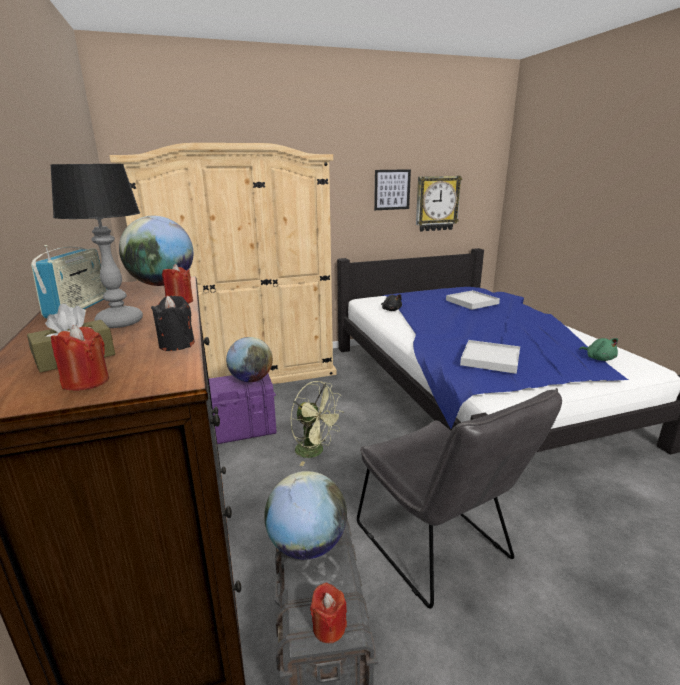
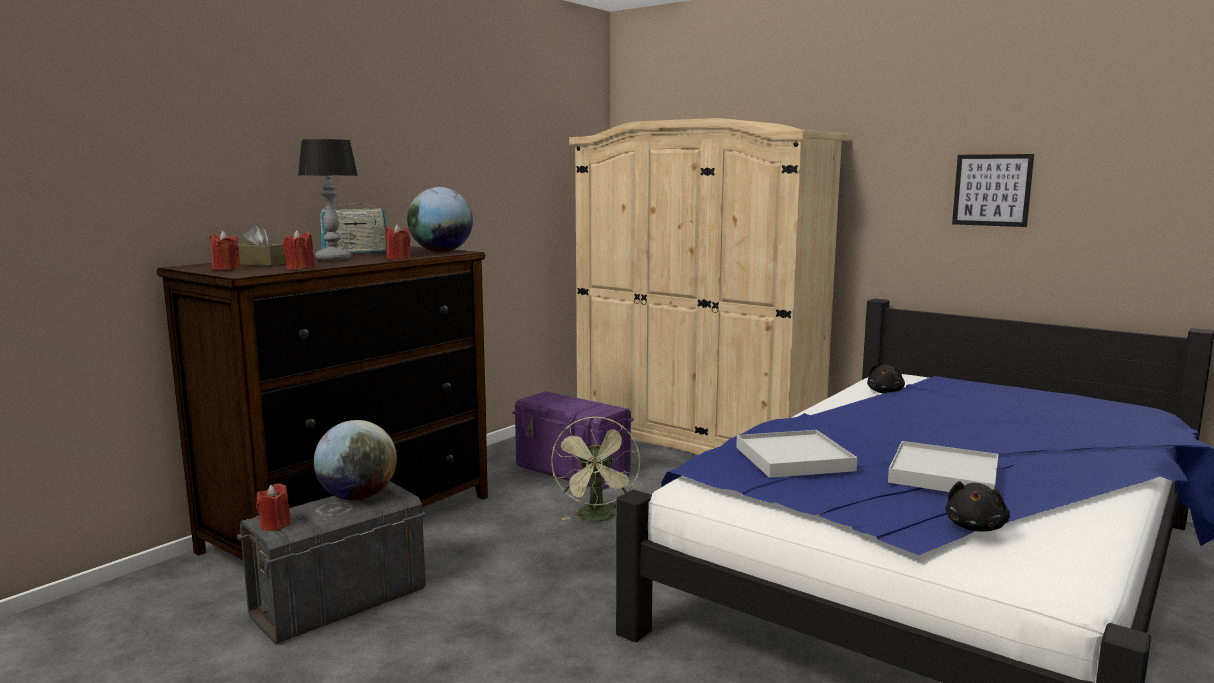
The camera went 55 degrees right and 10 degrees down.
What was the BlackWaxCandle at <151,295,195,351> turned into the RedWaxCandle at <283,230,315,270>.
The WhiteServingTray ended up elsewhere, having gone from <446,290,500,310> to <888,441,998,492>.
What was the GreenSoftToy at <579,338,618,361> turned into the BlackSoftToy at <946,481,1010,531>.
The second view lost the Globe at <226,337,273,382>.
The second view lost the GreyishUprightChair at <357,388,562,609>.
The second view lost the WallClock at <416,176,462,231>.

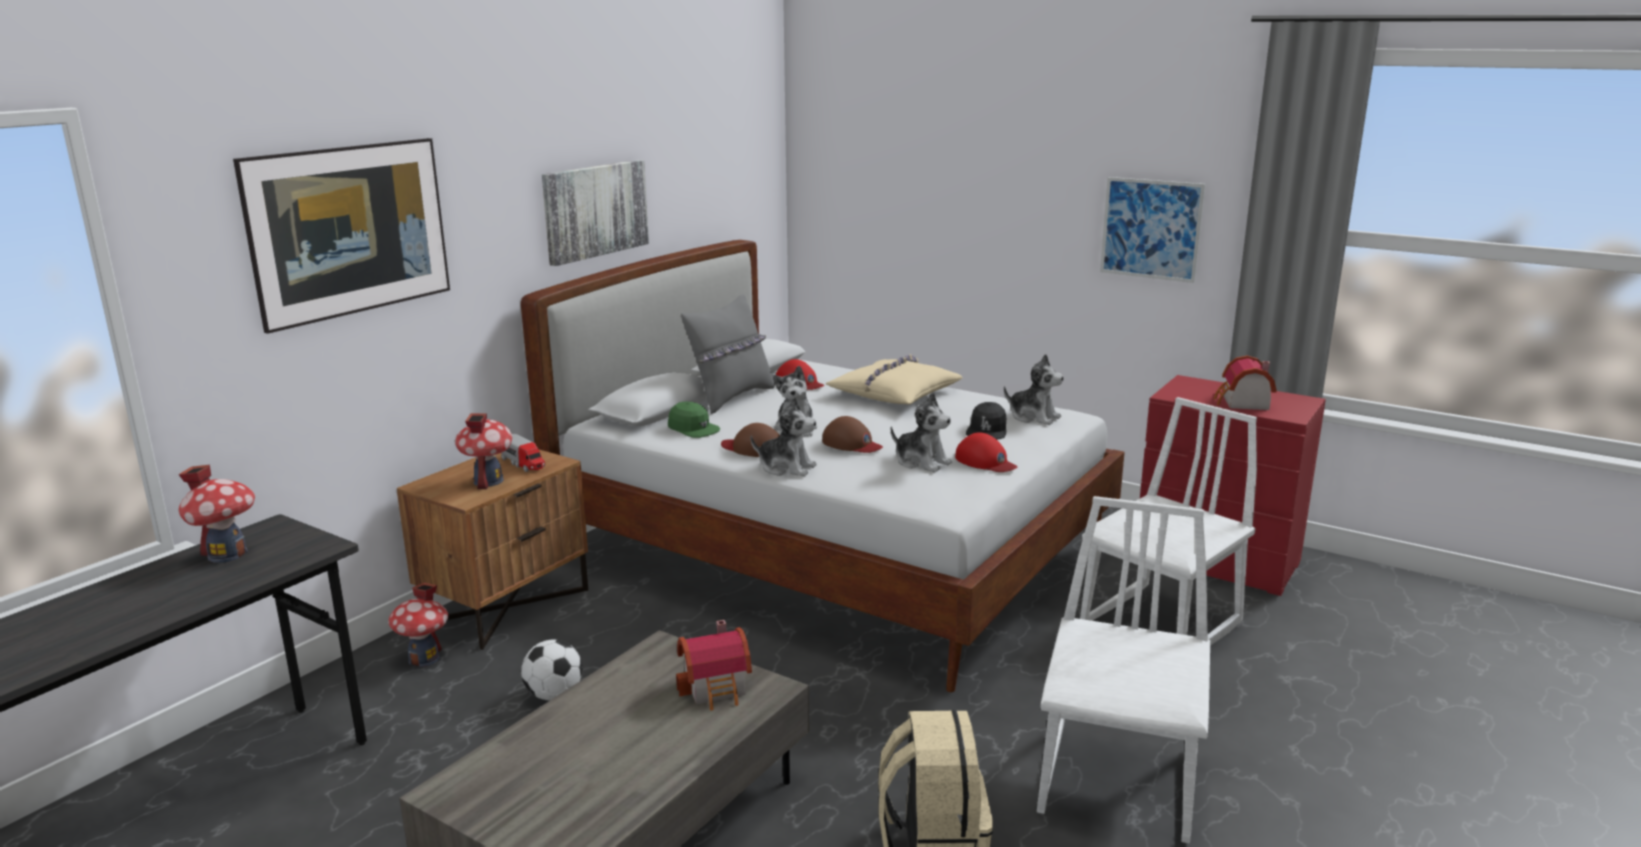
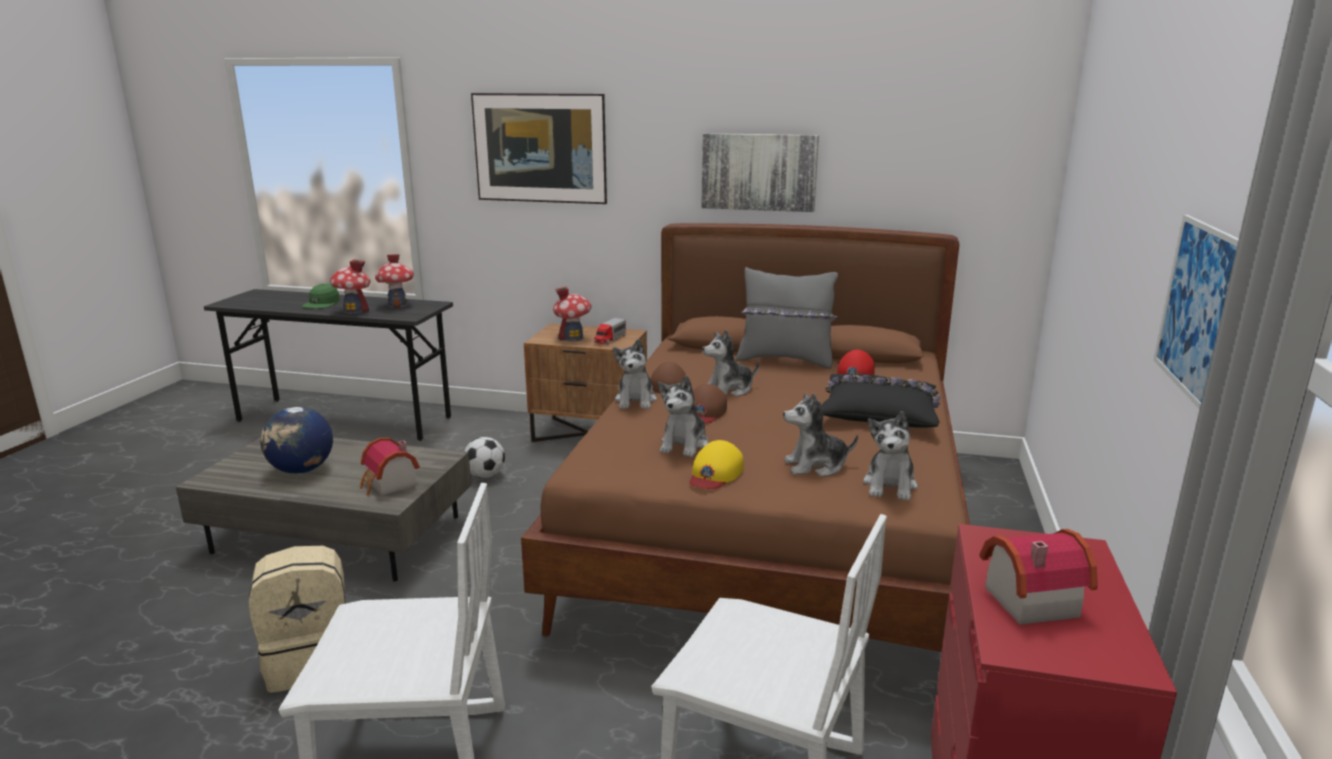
The camera went 70 degrees right and 0 degrees up.
The second view gained the Globe at <261,407,333,474>.
The GreenBaseballCap ended up elsewhere, having gone from <668,402,720,438> to <302,284,340,309>.
The ToyHouse ended up elsewhere, having gone from <388,583,448,667> to <330,259,370,314>.
What was the WhiteBedroomBed at <521,240,1125,692> turned into the BrownColouredBedroomBed at <521,223,970,652>.
What was the RedBaseballCap at <955,432,1017,472> turned into the YellowishBaseballCap at <689,440,744,489>.
Where the BlackBaseballCap stood at <966,402,1006,440>, the SoftToy came to stand at <783,393,858,477>.
What was the BeigeColouredPillow at <825,354,963,404> turned into the BlackPillow at <822,374,940,428>.

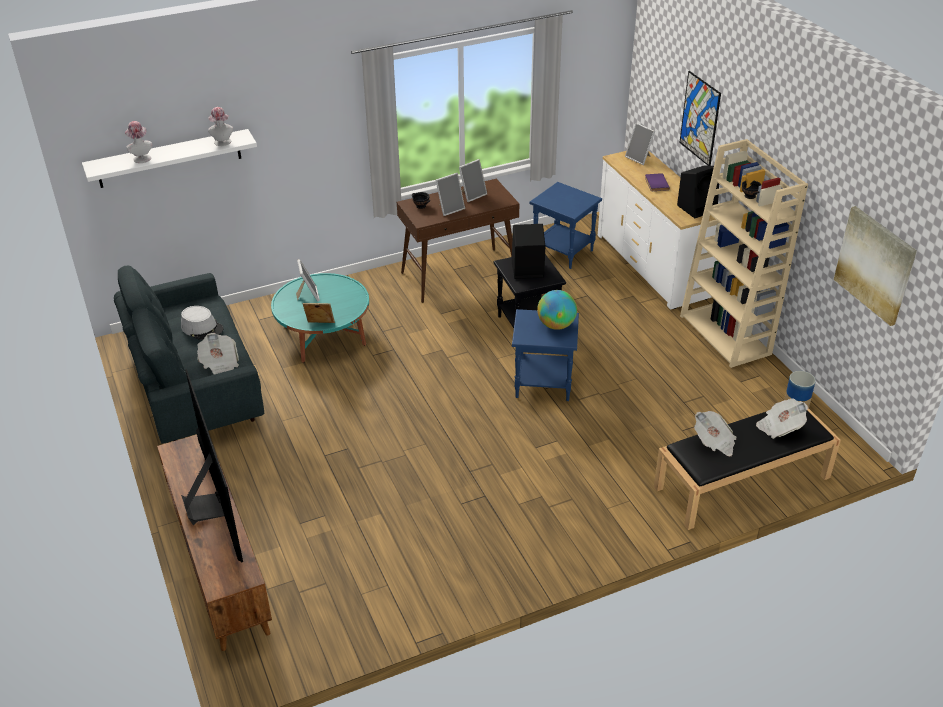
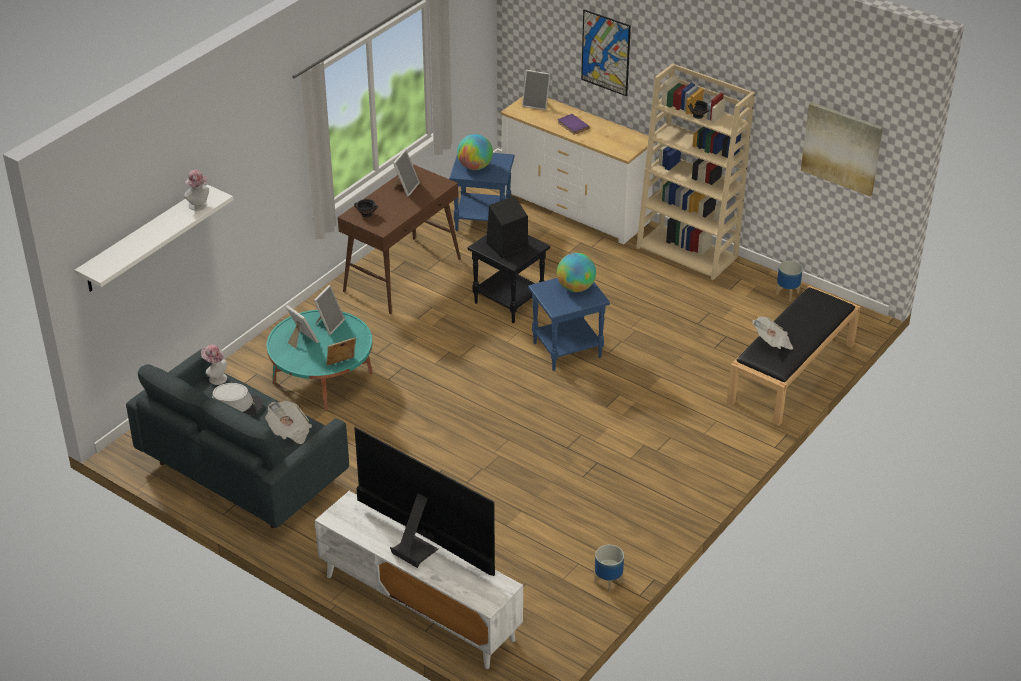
The camera went 30 degrees left and 0 degrees up.
The ClothingHat ended up elsewhere, having gone from <125,121,152,163> to <201,345,227,385>.
The PhotoFrame ended up elsewhere, having gone from <436,173,465,216> to <314,285,345,335>.
What was the BrownColouredMediaConsole at <157,435,272,651> turned into the WhiteMediaConsole at <315,491,523,669>.
The second view gained the Globe at <457,134,493,170>.
The second view gained the FlowerPot at <594,545,624,593>.
The second view lost the BlackAudioSpeaker at <677,166,719,218>.
The second view lost the Newspaper at <756,398,808,439>.

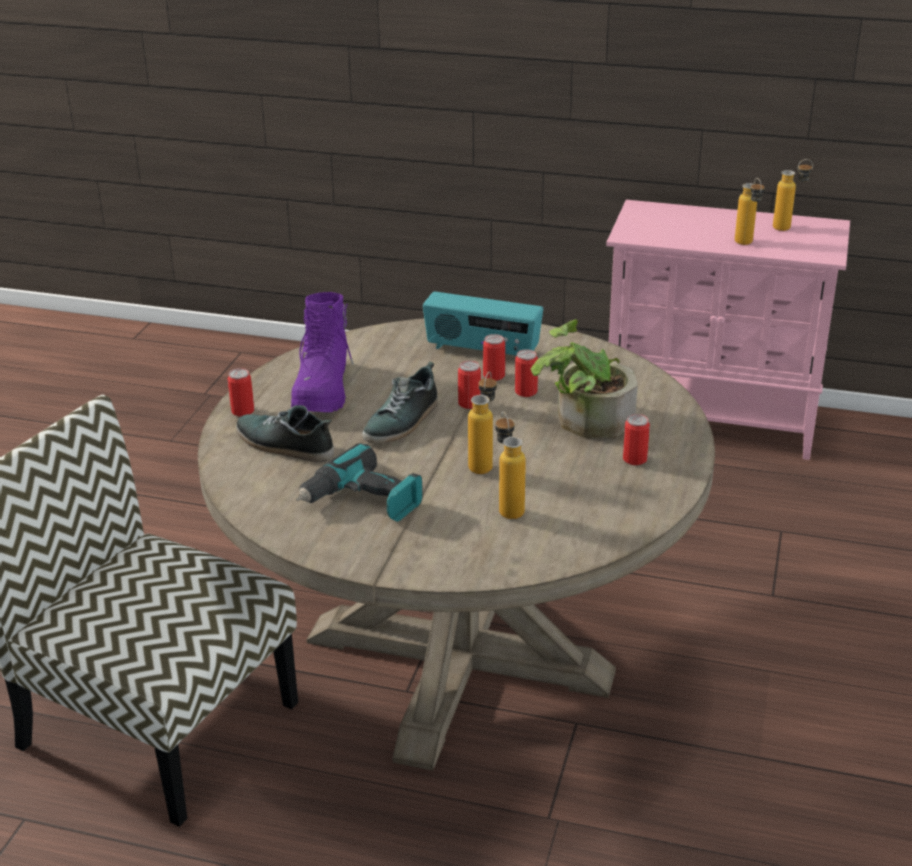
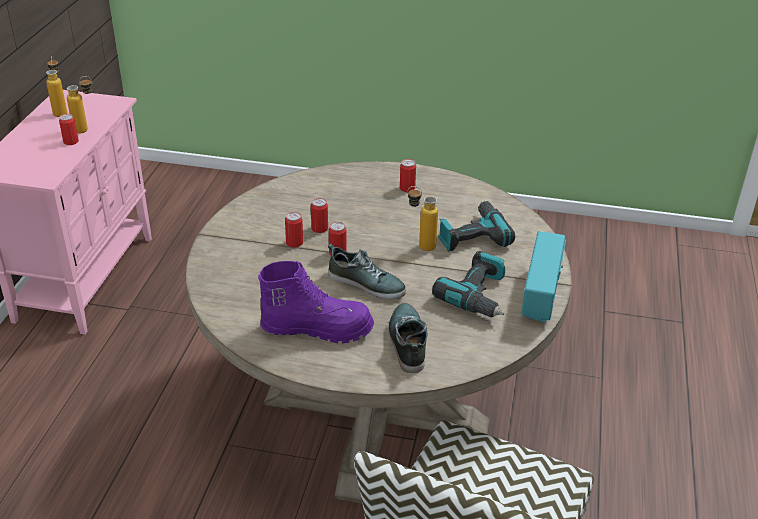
The camera went 95 degrees left and 5 degrees up.
The SealedCan ended up elsewhere, having gone from <228,368,254,416> to <59,114,79,145>.
The ItemOfFootwear at <236,405,334,463> ended up facing another way, 150 degrees clockwise from before.
Where the DrinkBottle stood at <495,412,526,519>, the Drill came to stand at <438,201,515,251>.
The RadioSet ended up elsewhere, having gone from <423,292,543,355> to <521,231,566,322>.
The second view lost the Houseplant at <531,319,638,439>.

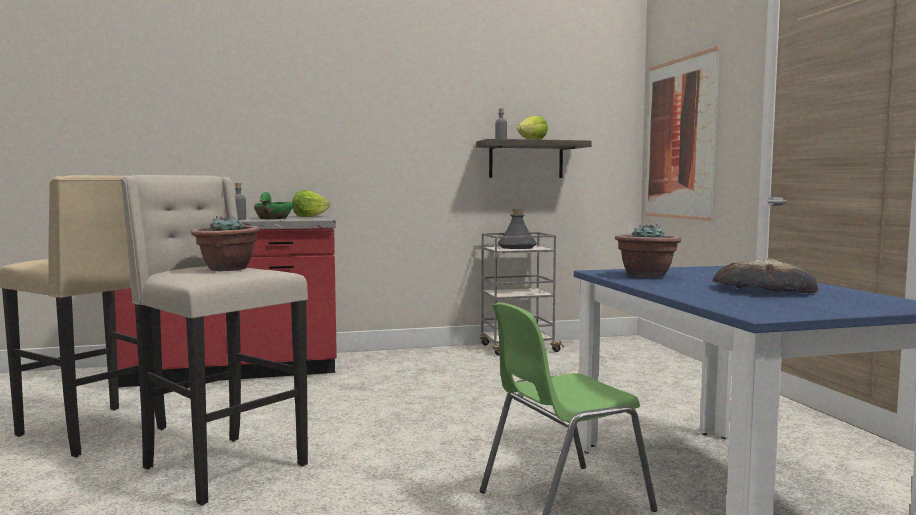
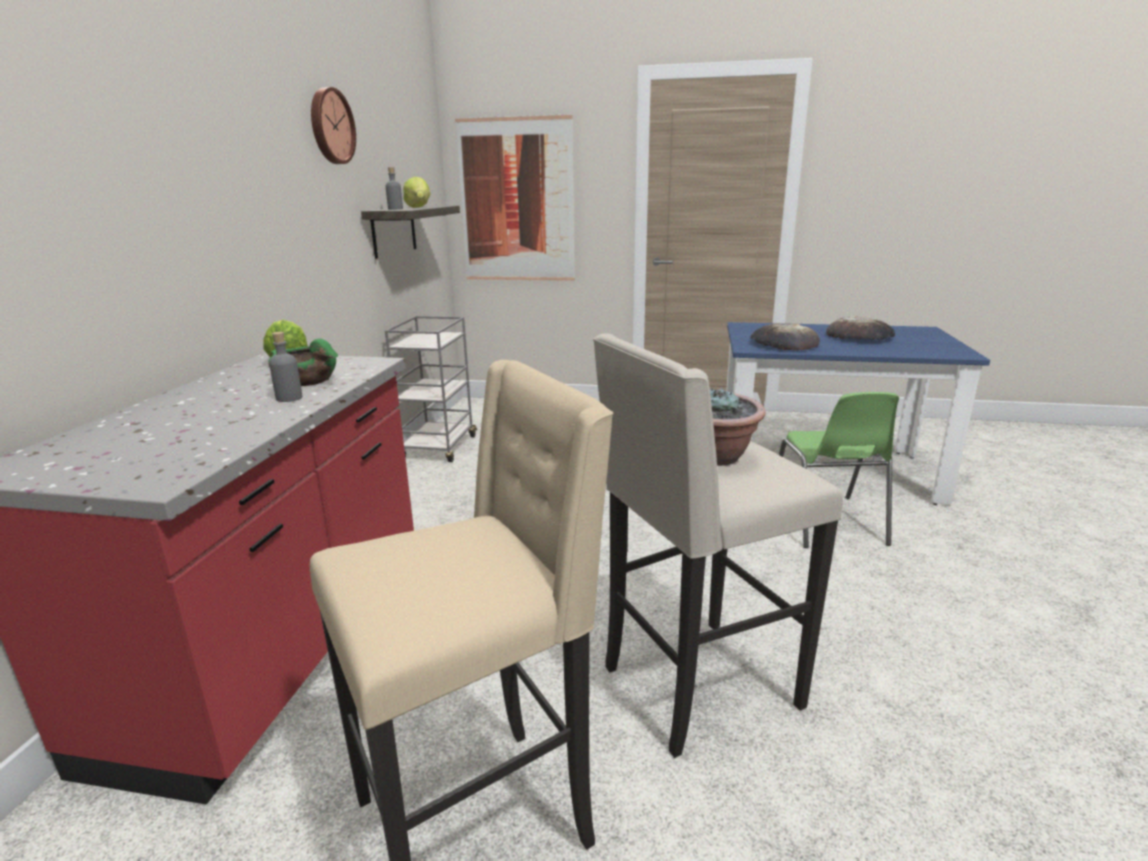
The camera went 65 degrees left and 15 degrees up.
The second view gained the WallClock at <311,87,356,164>.
Where the Houseplant stood at <615,224,682,278>, the BakeryBread came to stand at <751,323,820,350>.
The second view lost the GreyishDrinkBottle at <498,209,537,249>.

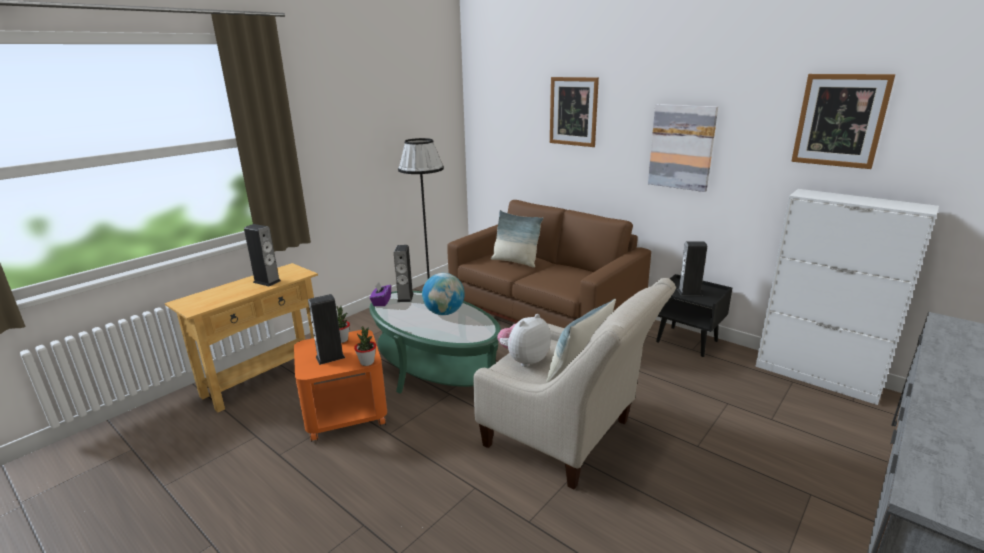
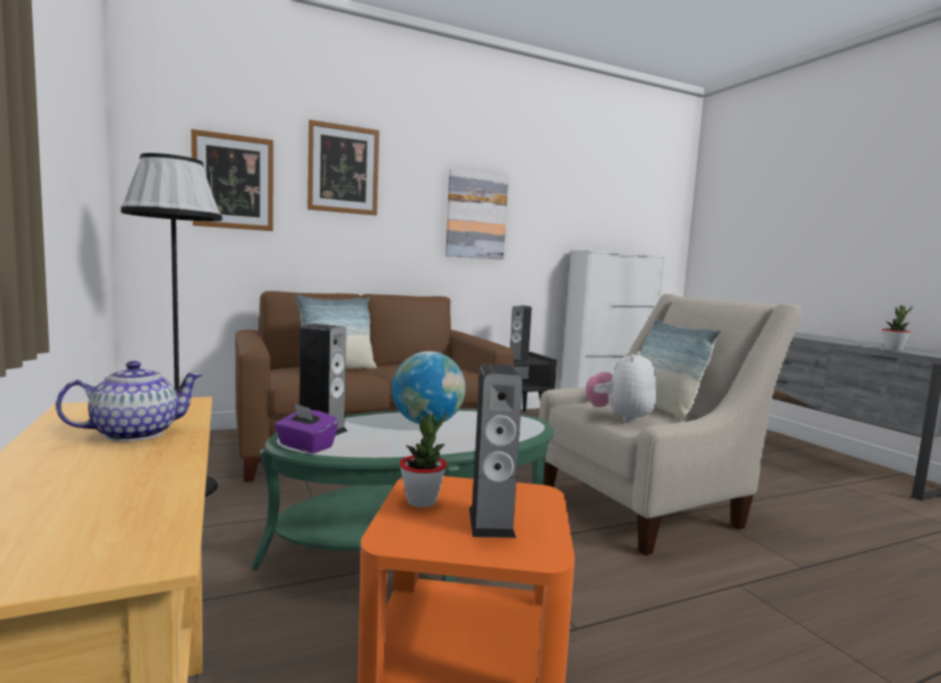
The camera went 65 degrees left and 15 degrees down.
Where the AudioSpeaker stood at <244,224,281,286>, the PotForTea came to stand at <56,361,203,441>.
The WallPicture ended up elsewhere, having gone from <791,74,895,169> to <191,129,273,231>.
The SoftToy at <497,314,551,367> ended up facing another way, 45 degrees clockwise from before.
The Houseplant ended up elsewhere, having gone from <354,326,376,366> to <882,305,913,351>.

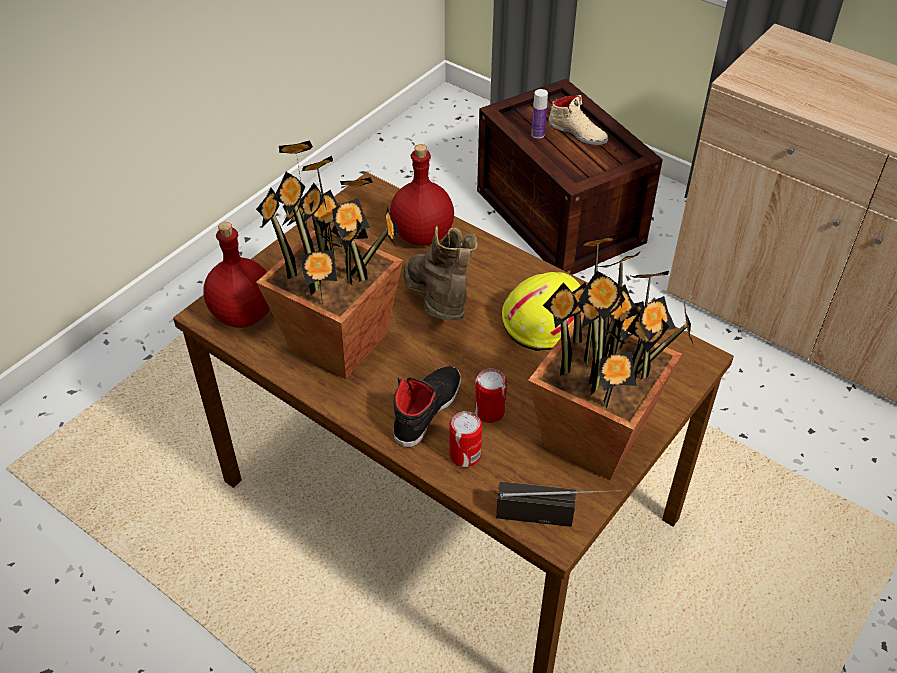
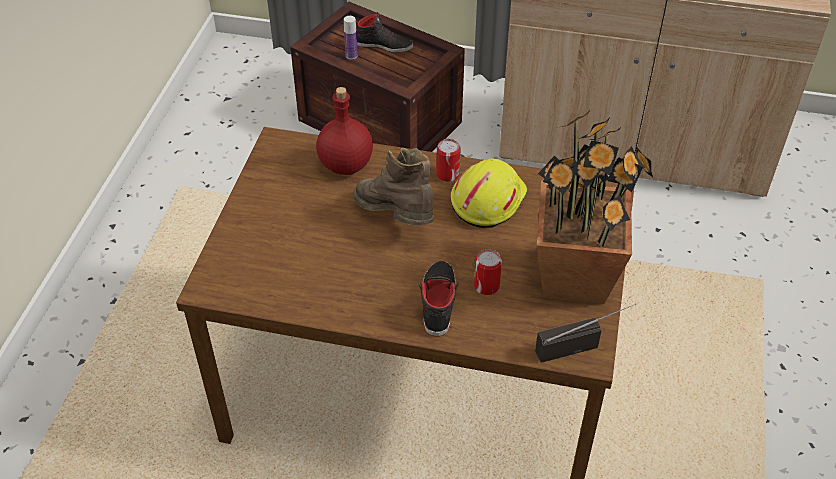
The camera went 25 degrees left and 0 degrees up.
What was the BeigeColouredItemOfFootwear at <548,95,608,146> turned into the BlackItemOfFootwear at <356,12,413,53>.
The SealedCan ended up elsewhere, having gone from <449,411,482,467> to <436,139,461,182>.
The second view lost the RedDrinkBottle at <203,222,270,328>.
The second view lost the Houseplant at <256,140,403,379>.

